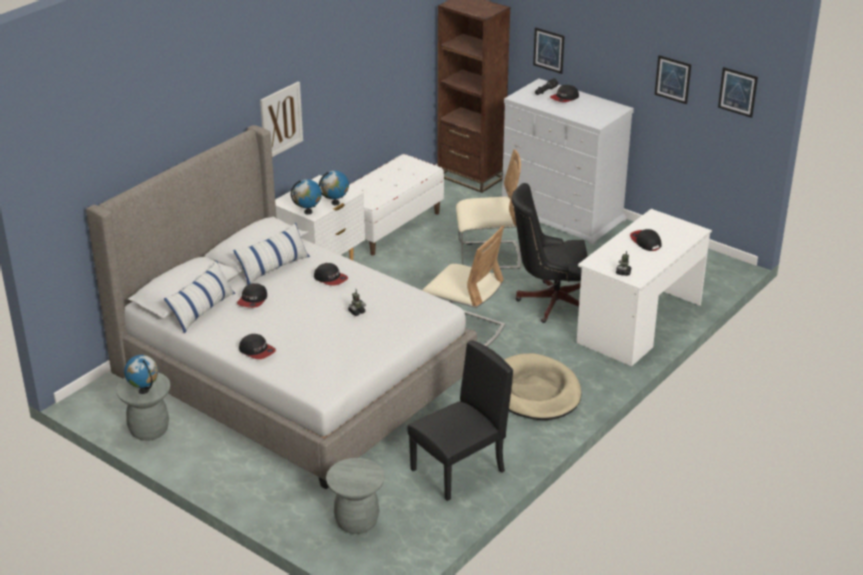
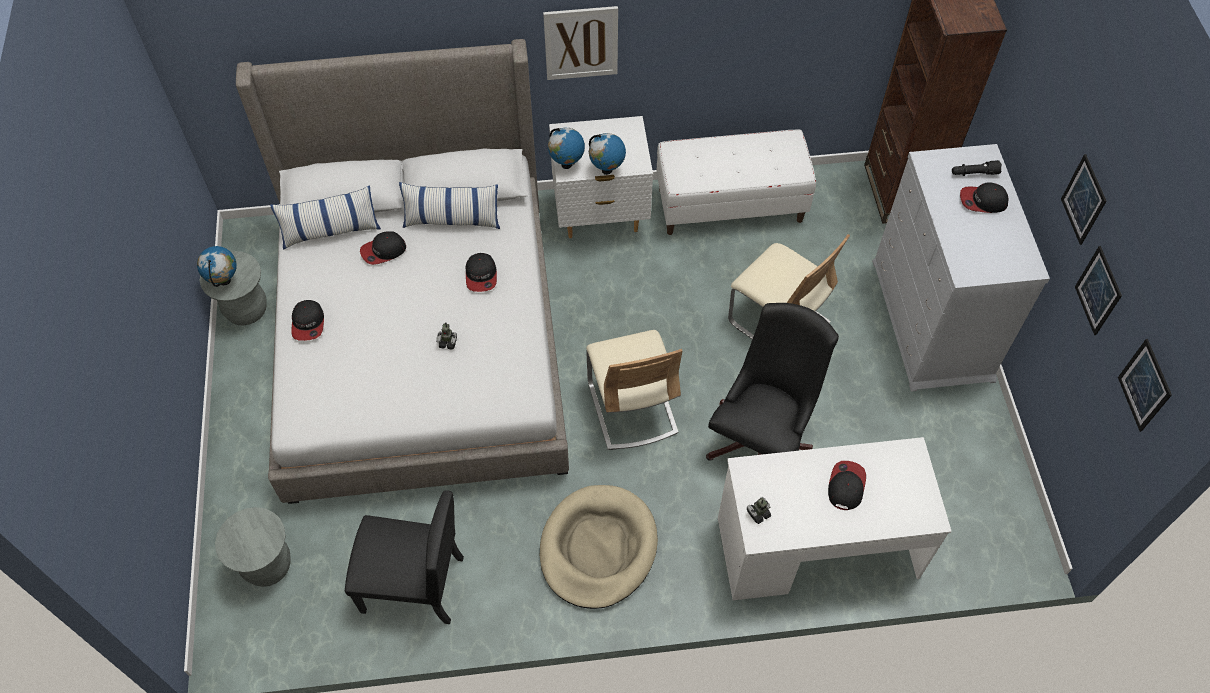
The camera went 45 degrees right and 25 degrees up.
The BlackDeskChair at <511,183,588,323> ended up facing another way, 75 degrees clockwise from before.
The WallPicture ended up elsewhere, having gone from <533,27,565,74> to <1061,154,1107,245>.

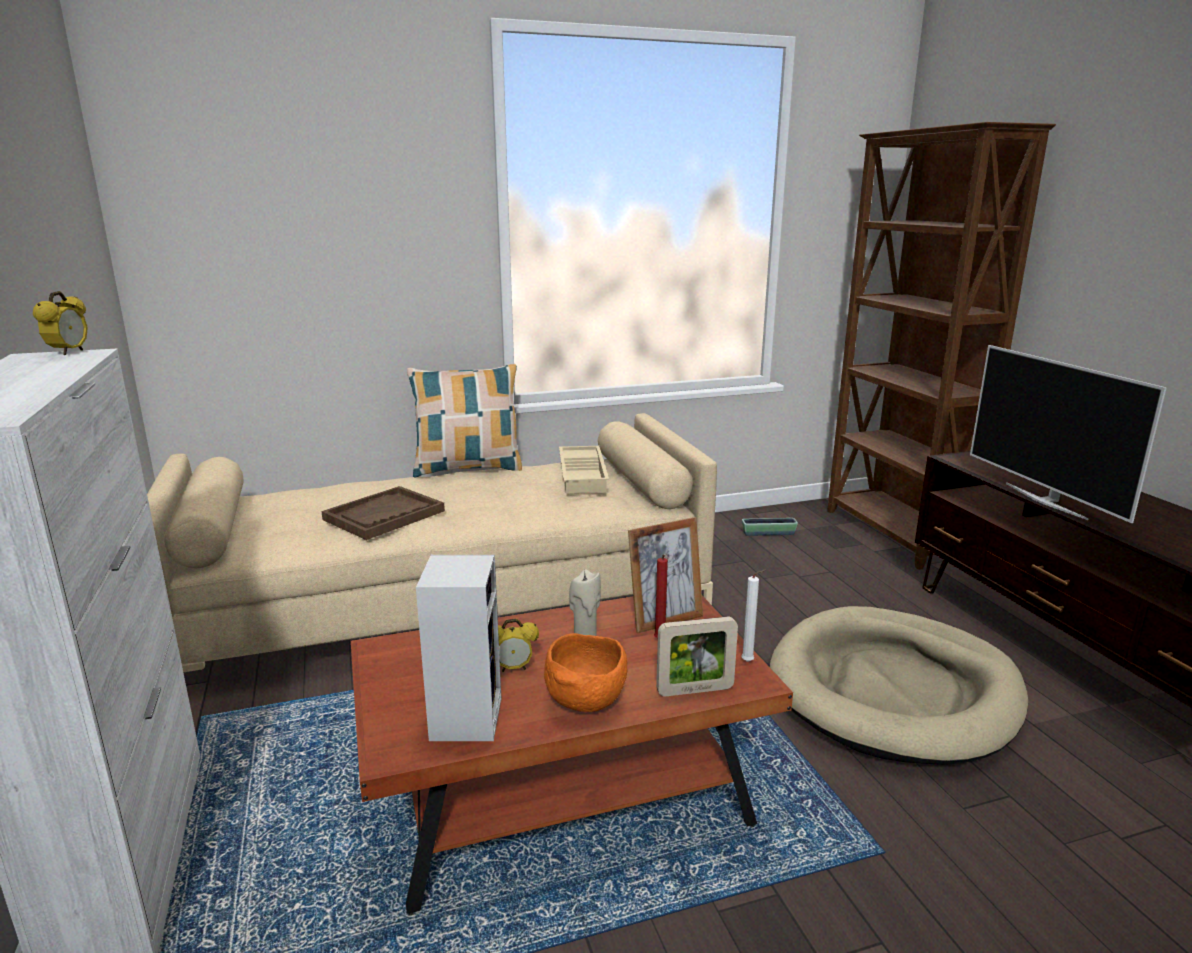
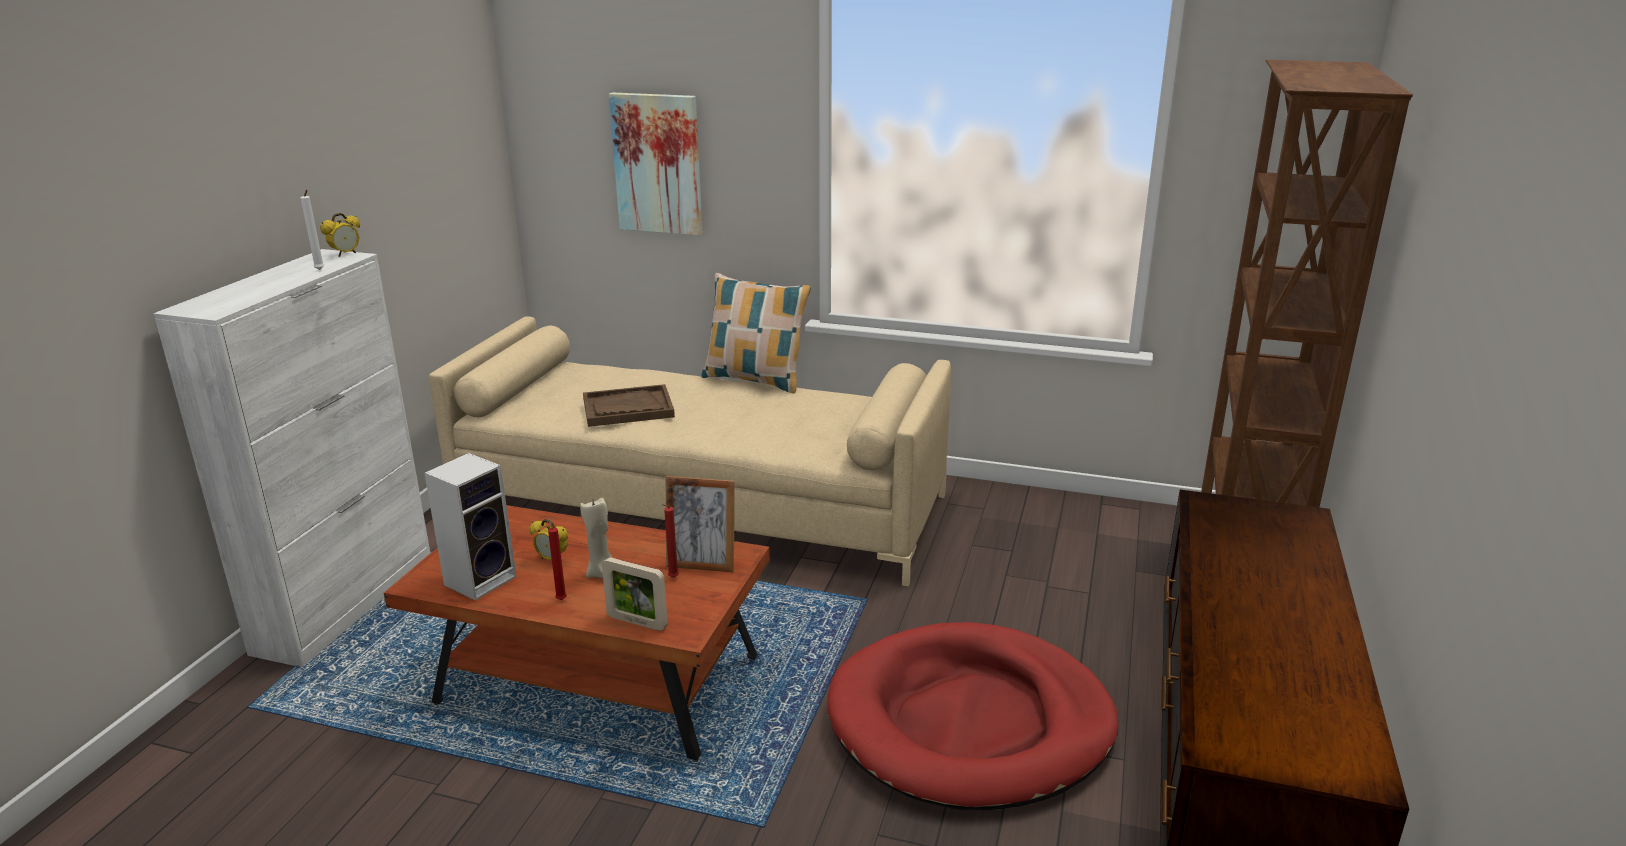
The camera went 35 degrees right and 5 degrees up.
The WhiteWaxCandle ended up elsewhere, having gone from <741,570,766,662> to <301,190,324,270>.
Where the OrangeyServingBowl stood at <544,633,628,712>, the RedWaxCandle came to stand at <548,517,567,600>.
The second view gained the WallPicture at <609,92,702,235>.
What was the BeigeColouredDogCushion at <770,606,1028,765> turned into the RedDogCushion at <828,622,1119,810>.
The second view lost the BeigeColouredServingTray at <559,446,609,493>.
The second view lost the FlowerPot at <742,518,798,536>.
The second view lost the Tv at <970,345,1167,523>.

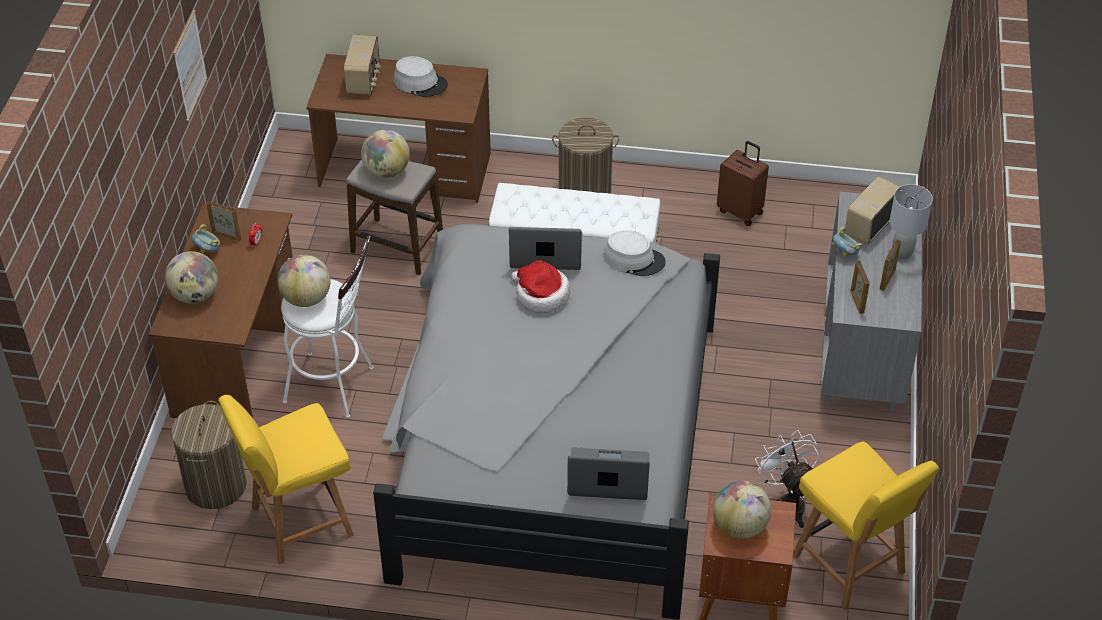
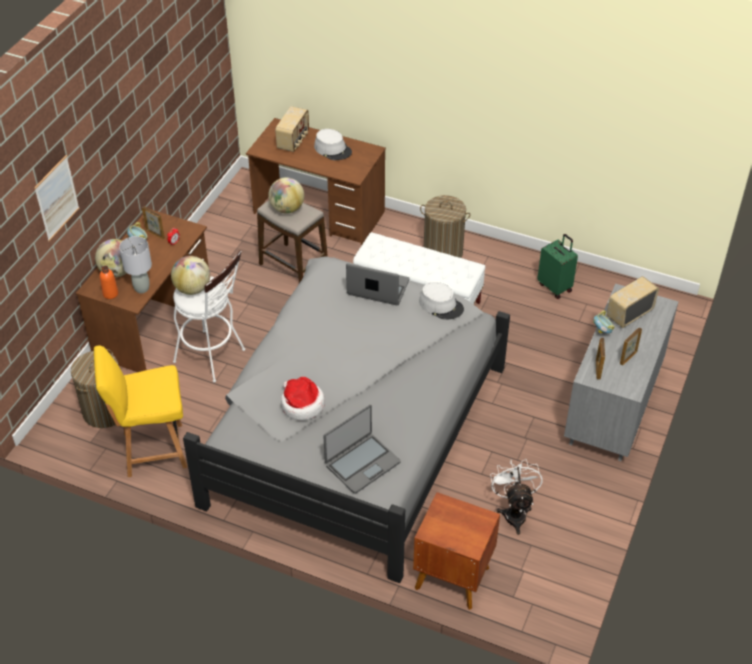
The camera went 15 degrees right and 0 degrees up.
The WallPicture ended up elsewhere, having gone from <174,10,207,122> to <34,155,79,241>.
The second view gained the OrangeyDrinkBottle at <100,266,118,299>.
The GreyishTabletopLamp ended up elsewhere, having gone from <890,184,933,260> to <119,236,152,293>.
The ClothingHat ended up elsewhere, having gone from <511,261,570,313> to <281,377,325,421>.
The PortableComputer at <567,447,650,500> ended up facing another way, 120 degrees clockwise from before.
What was the BrownColouredPieceOfLuggage at <717,141,769,226> turned into the GreenPieceOfLuggage at <538,234,578,299>.
The second view lost the Globe at <713,481,771,539>.
The second view lost the YellowishUprightChair at <793,441,939,611>.

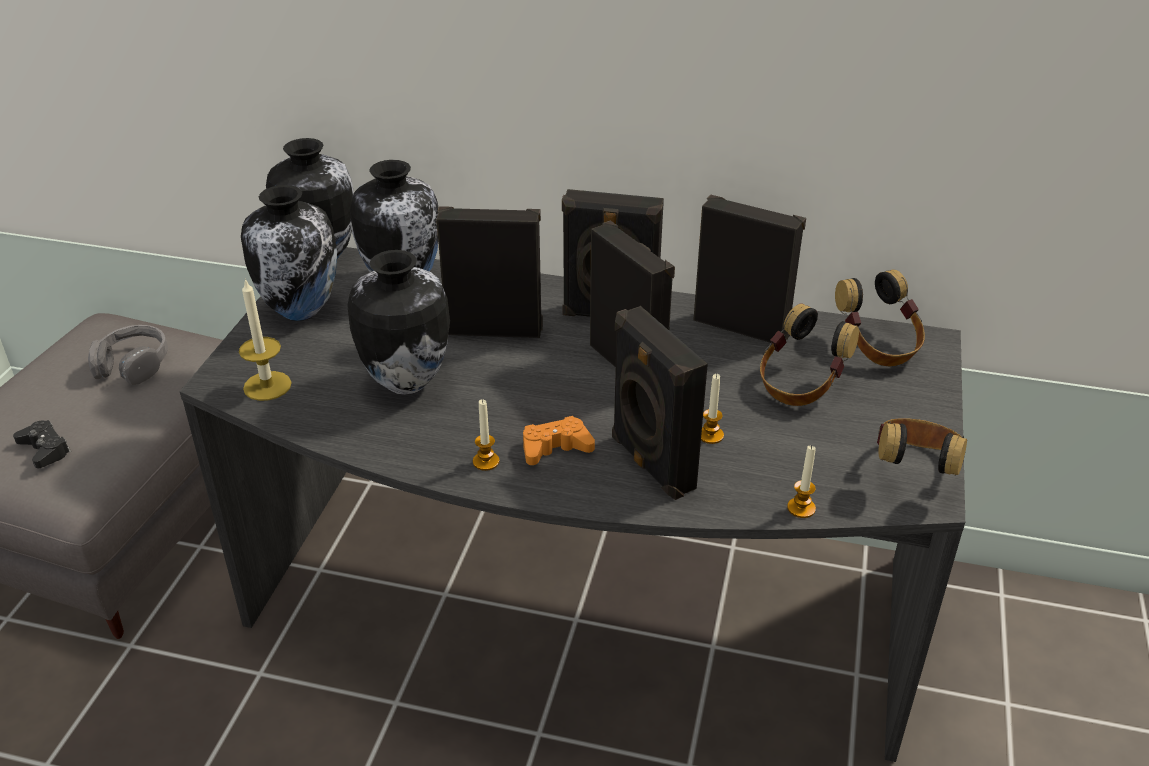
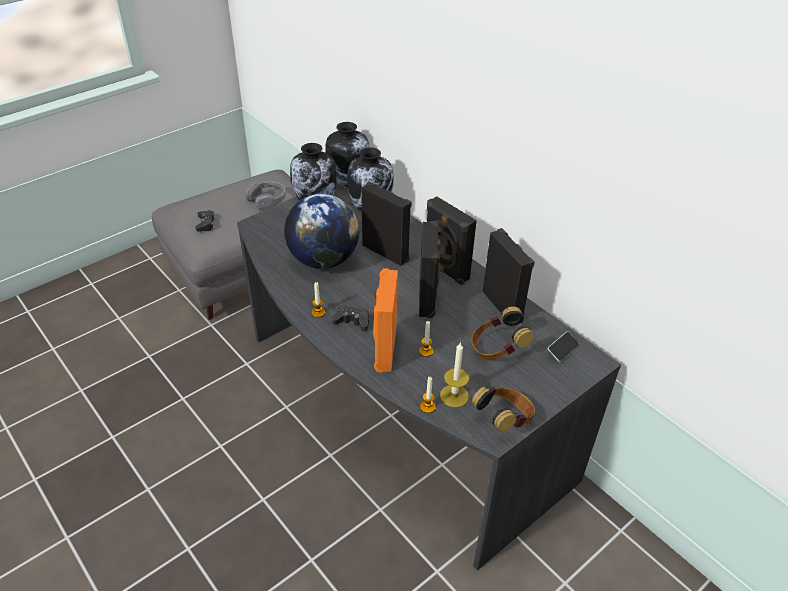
The camera went 35 degrees right and 5 degrees up.
Where the DecorativeVase stood at <347,250,450,395>, the Globe came to stand at <284,194,359,269>.
What was the OrangeyGameController at <523,416,595,465> turned into the BlackGameController at <332,305,369,331>.
What was the BlackAudioSpeaker at <612,306,708,500> turned into the OrangeyAudioSpeaker at <373,268,398,373>.
The WaxCandle ended up elsewhere, having gone from <239,278,292,401> to <440,342,469,408>.
Where the Headphones stood at <835,269,925,366>, the Handset came to stand at <548,331,579,362>.

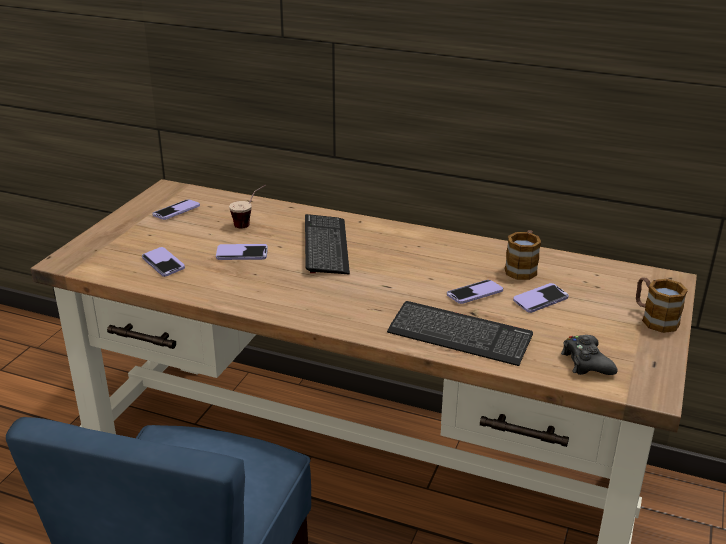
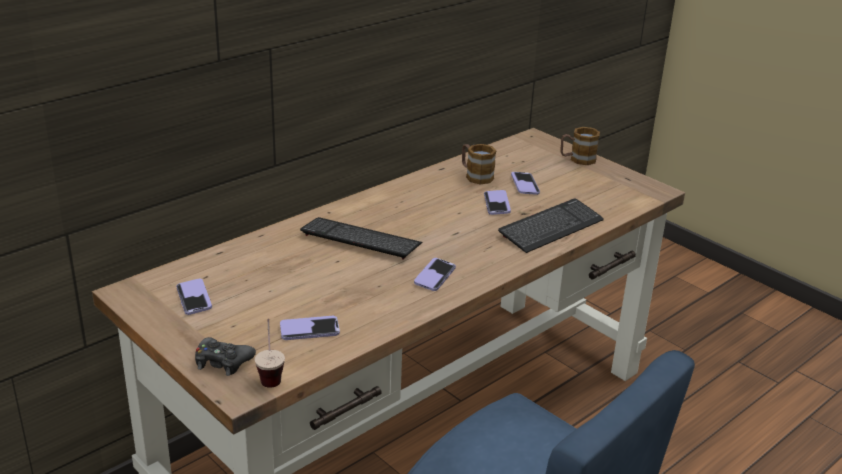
The camera went 65 degrees left and 0 degrees up.
The BlackGameController ended up elsewhere, having gone from <561,335,617,375> to <195,337,256,376>.
The Cup ended up elsewhere, having gone from <229,184,266,228> to <255,319,285,388>.
The Handset ended up elsewhere, having gone from <216,244,268,260> to <414,258,456,291>.

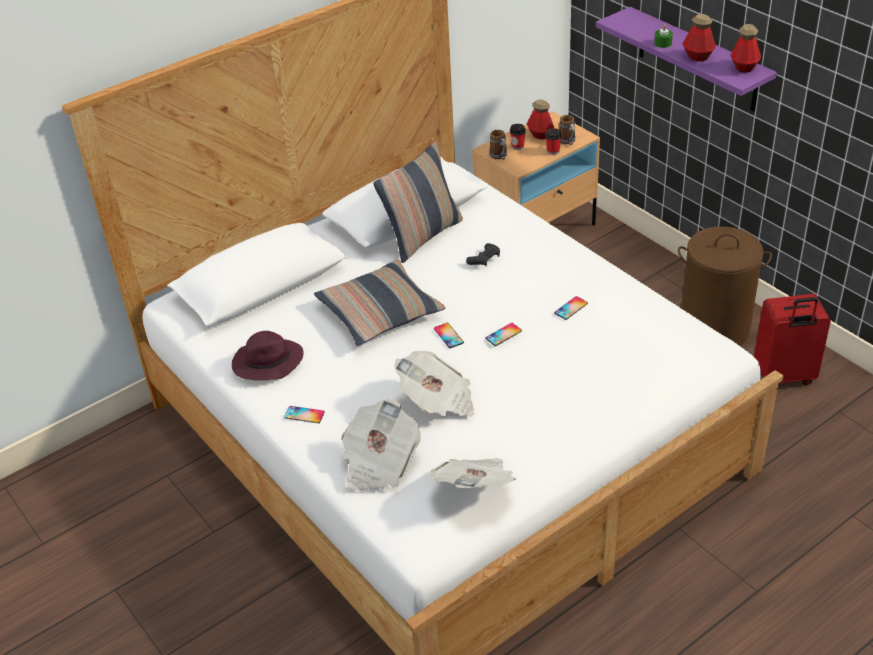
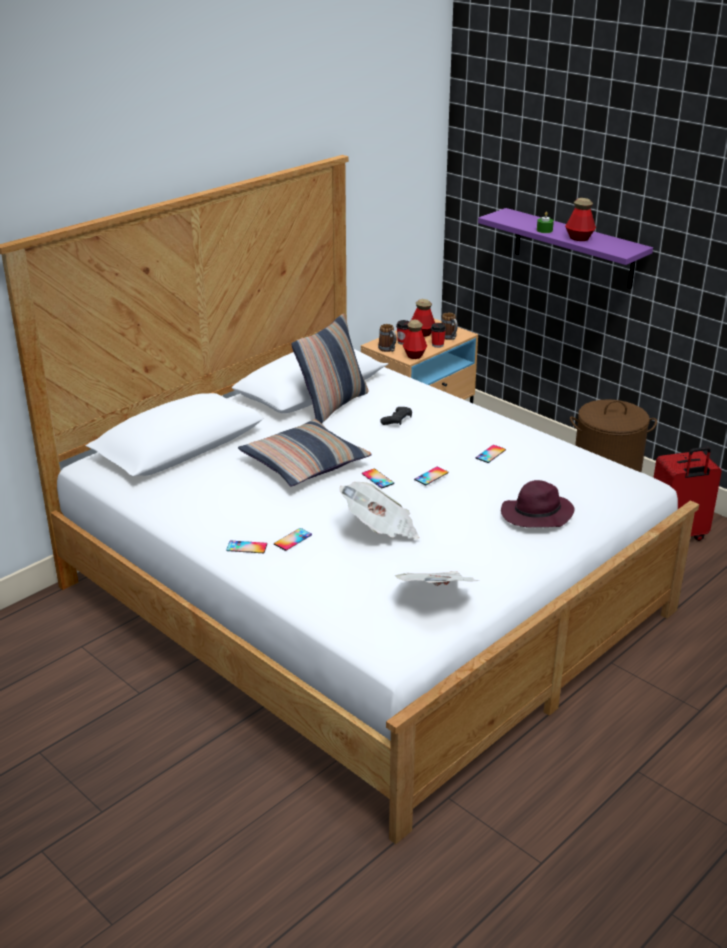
The camera went 10 degrees left and 10 degrees down.
The second view gained the Handset at <274,528,312,551>.
The DrinkBottle ended up elsewhere, having gone from <731,24,761,73> to <403,320,427,359>.
The PurpleColouredClothingHat ended up elsewhere, having gone from <232,331,304,380> to <501,480,575,527>.
The second view lost the Newspaper at <341,399,421,490>.

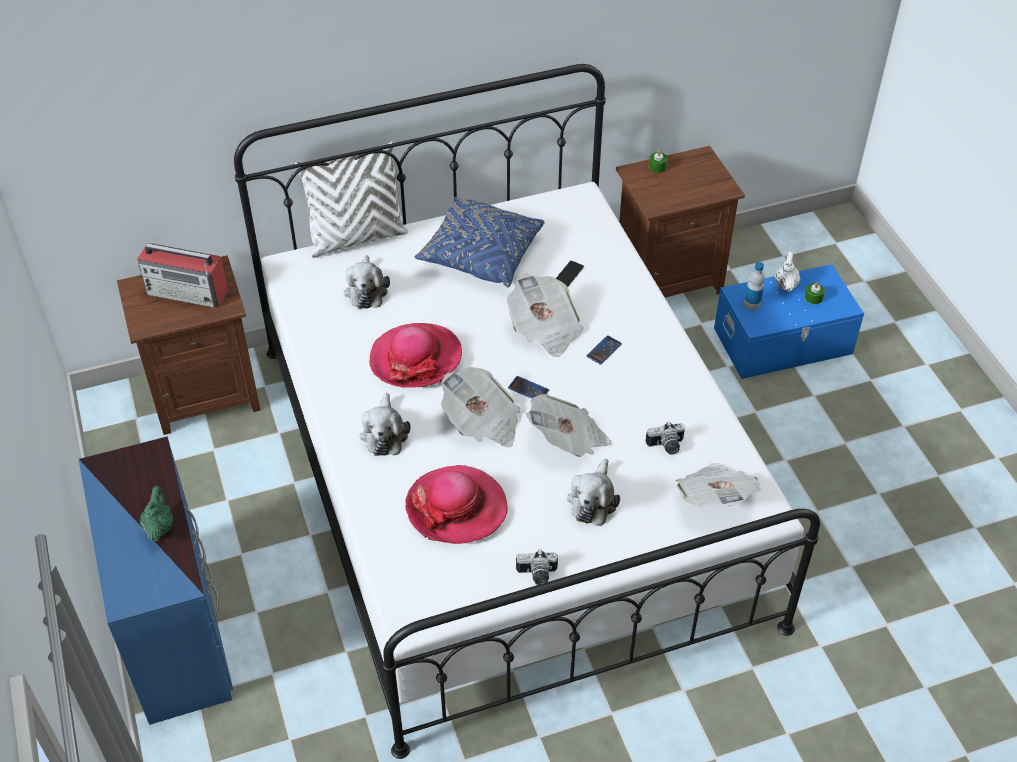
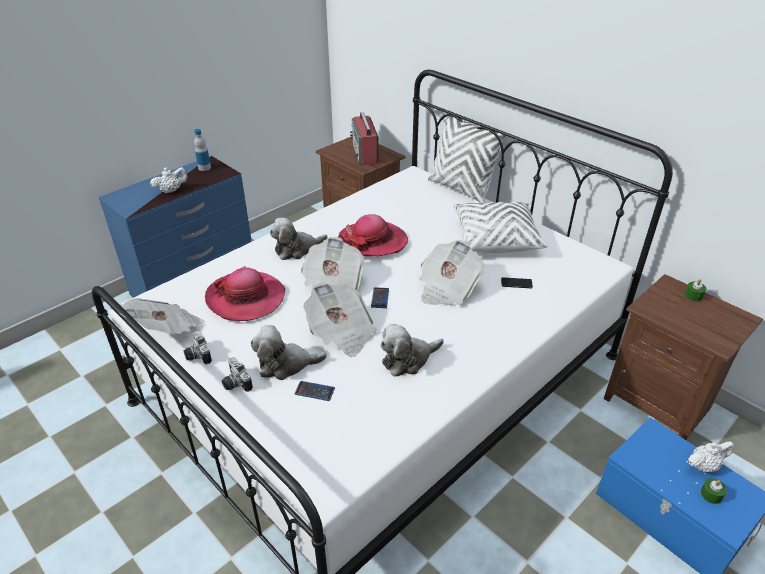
The camera went 65 degrees right and 10 degrees down.
The Newspaper ended up elsewhere, having gone from <675,463,761,507> to <120,298,205,335>.
What was the GreenPotForTea at <140,486,174,542> turned into the WhitePotForTea at <150,167,188,193>.
The DrinkBottle ended up elsewhere, having gone from <744,262,765,310> to <194,129,211,171>.
The PhotoCamera ended up elsewhere, having gone from <645,421,685,455> to <222,357,253,392>.
The Handset ended up elsewhere, having gone from <586,335,622,365> to <294,381,335,401>.
The SoftToy ended up elsewhere, having gone from <344,255,390,309> to <380,324,444,377>.
What was the BluishPillow at <414,197,544,287> turned into the WhitePillow at <452,202,548,253>.

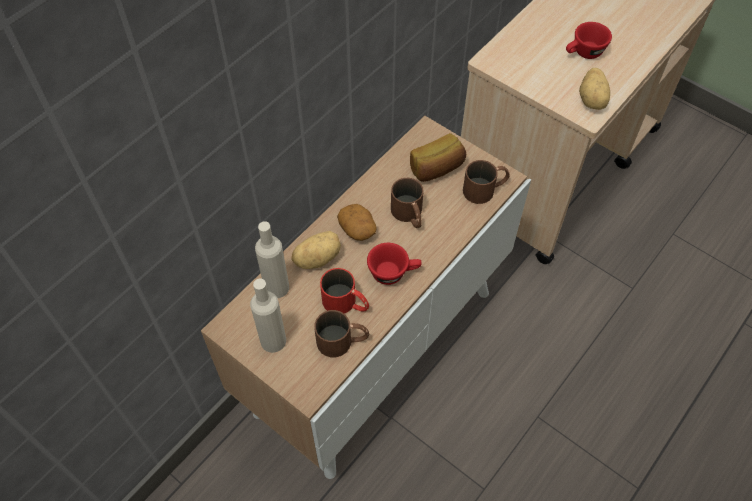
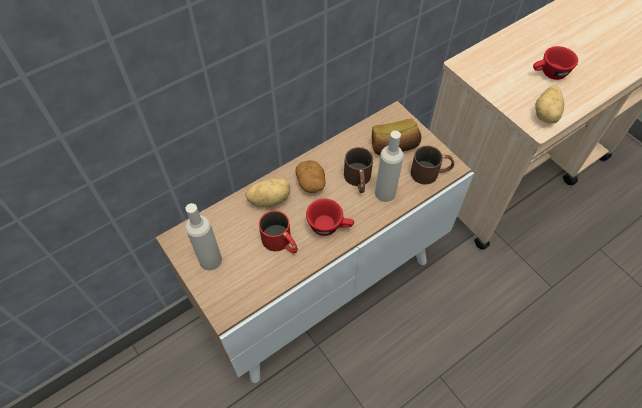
The camera went 15 degrees right and 0 degrees up.
The BeigeColouredDrinkBottle ended up elsewhere, having gone from <255,221,289,298> to <375,131,404,202>.
The second view lost the BrownColouredMug at <314,310,369,357>.

